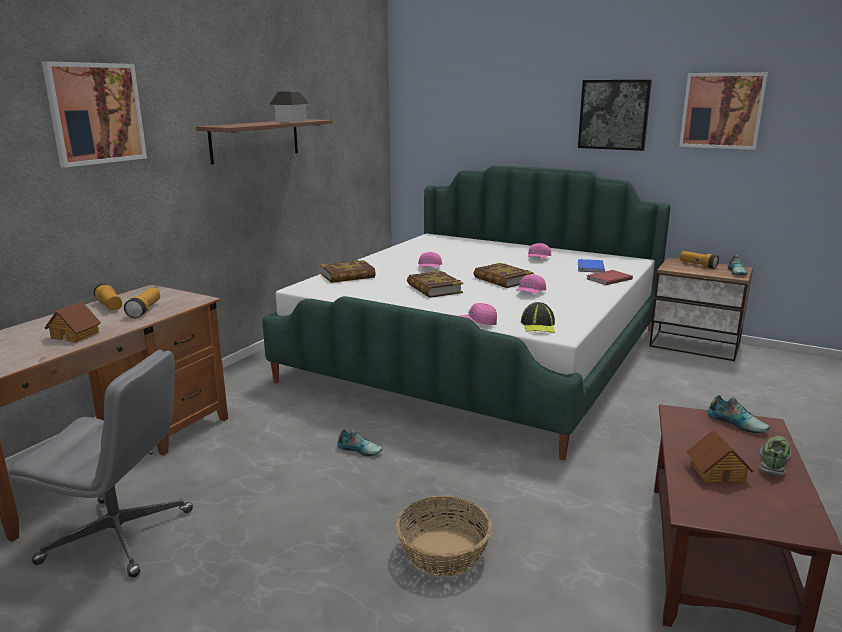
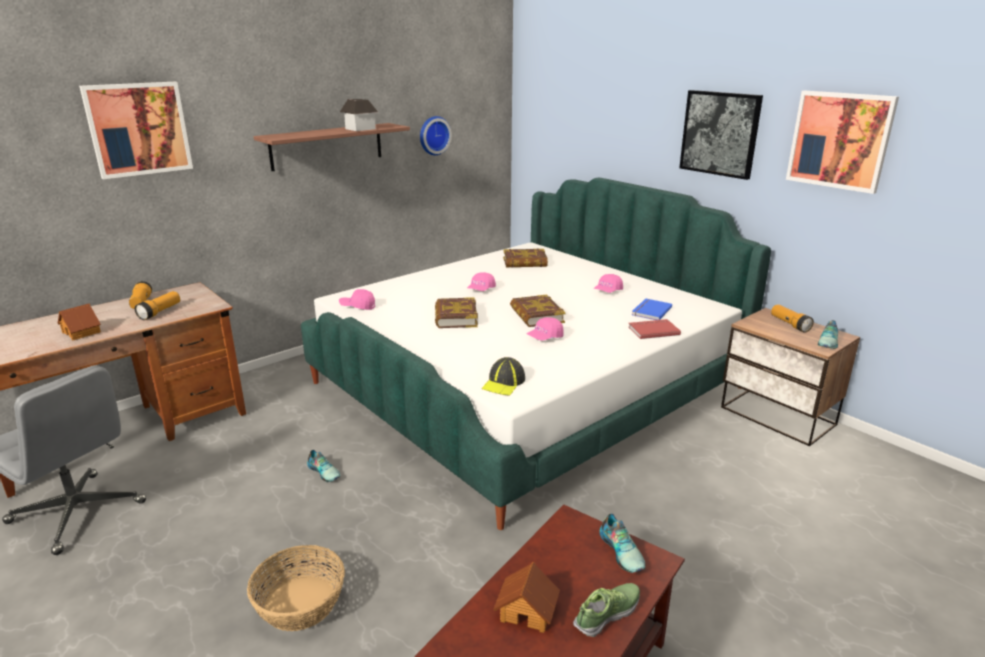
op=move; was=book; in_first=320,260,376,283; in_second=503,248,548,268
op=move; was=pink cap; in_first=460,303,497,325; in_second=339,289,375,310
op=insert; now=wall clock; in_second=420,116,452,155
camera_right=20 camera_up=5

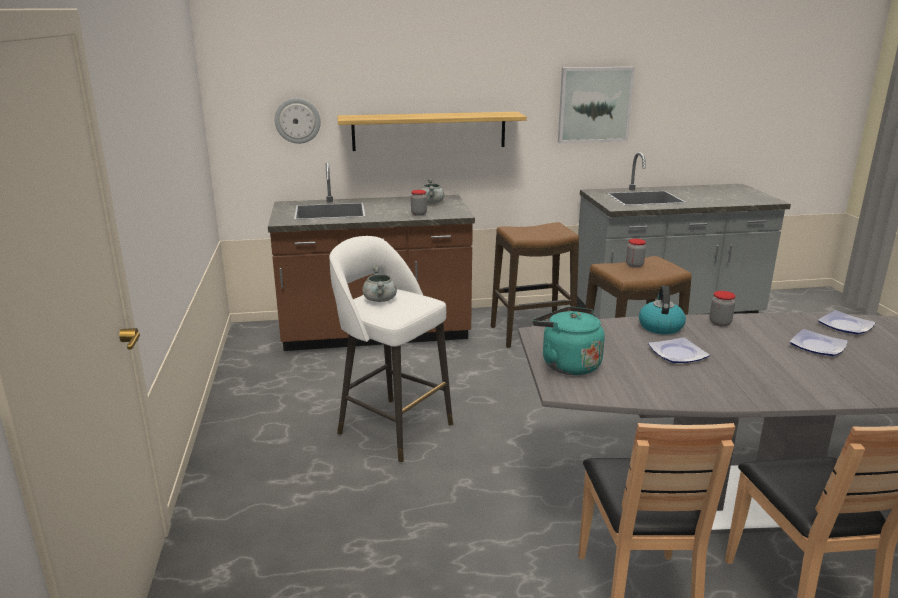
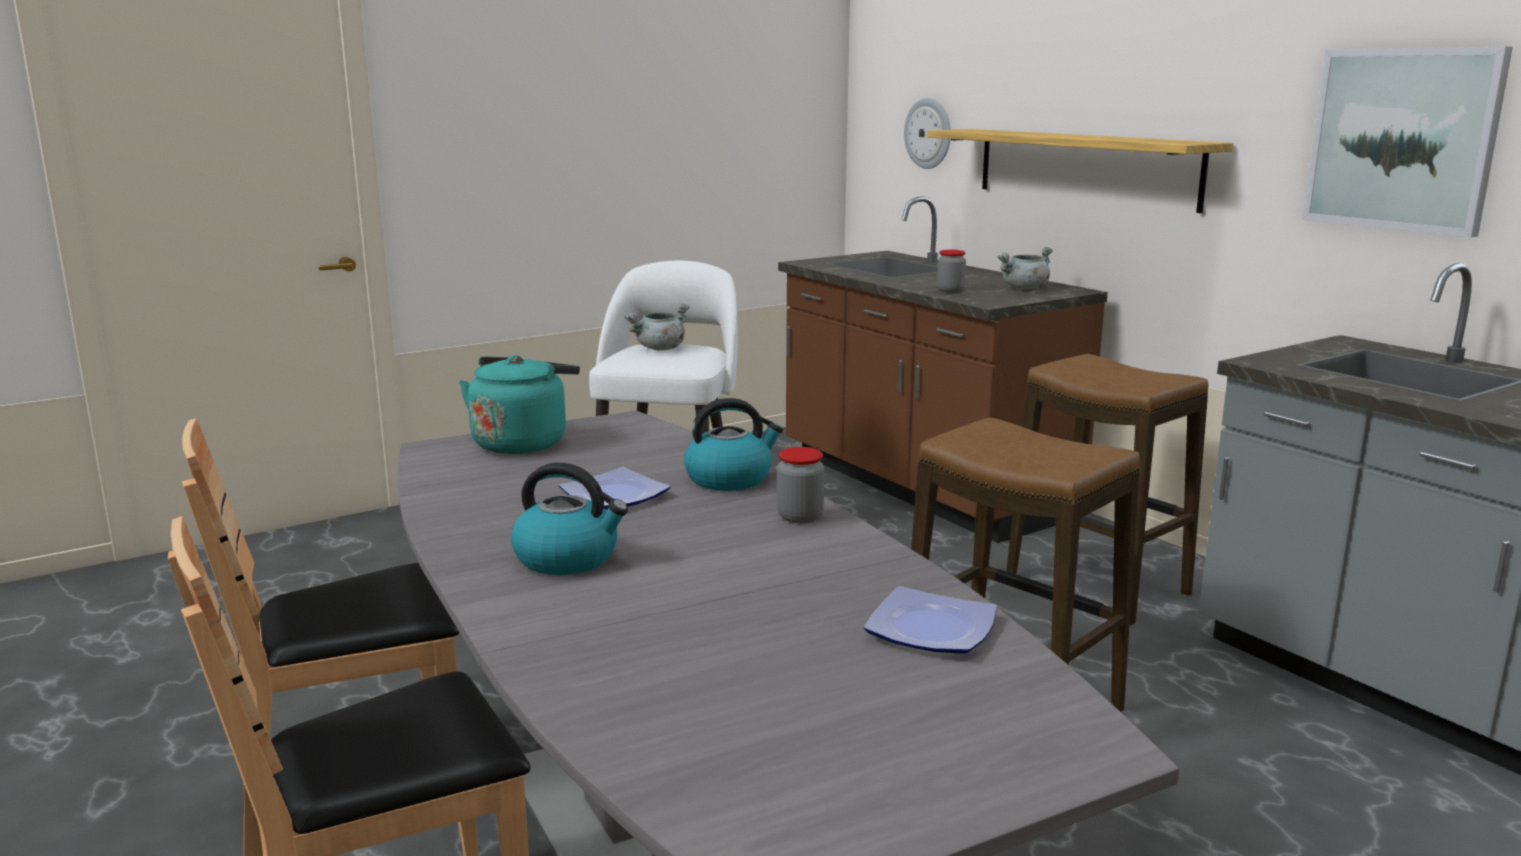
op=delete; was=jar; in_first=626,239,646,268
op=delete; was=plate; in_first=790,329,848,356
op=insert; now=kettle; in_second=511,463,628,575
camera_right=65 camera_up=-5

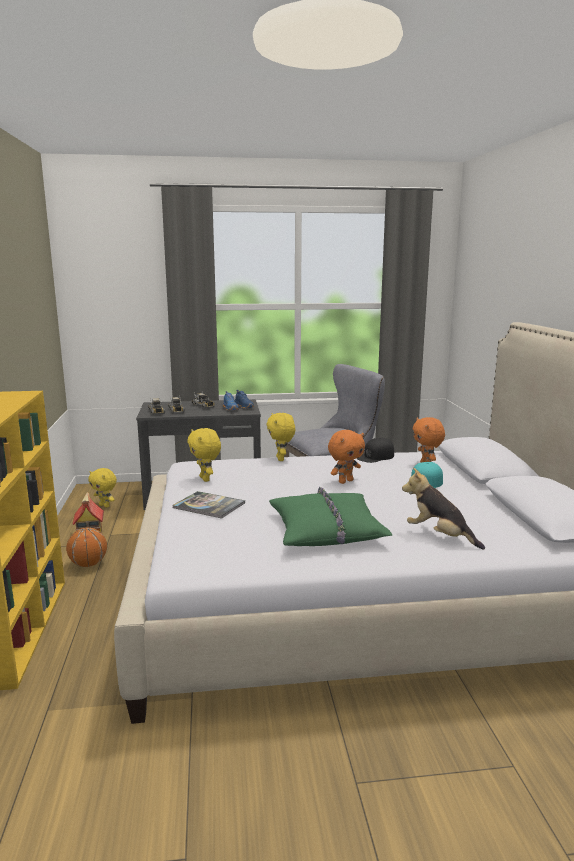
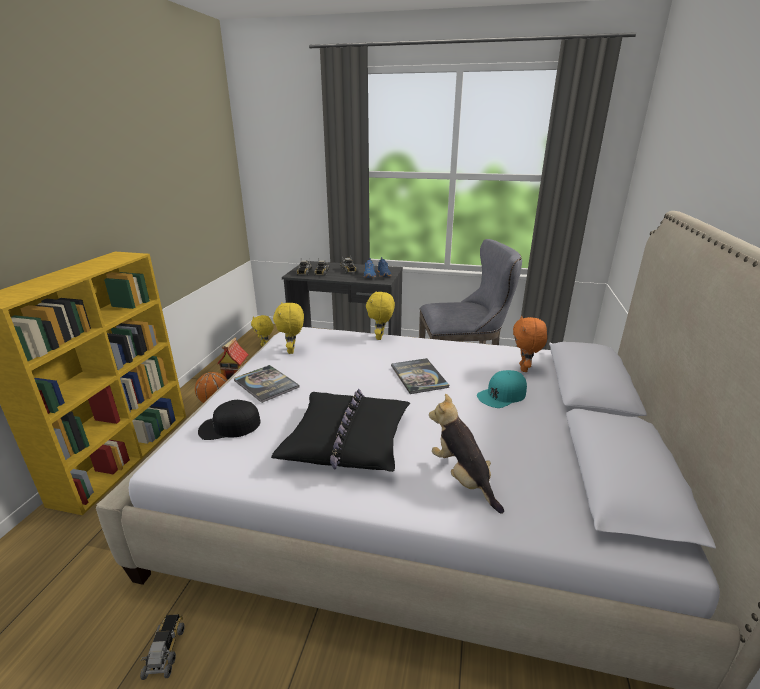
op=recolor; was=green pillow; now=black pillow; in_first=269,487,393,546; in_second=271,389,410,472
op=replace; was=orange plush toy; now=book; in_first=328,430,365,484; in_second=391,358,449,394
op=move; was=black cap; in_first=356,438,394,463; in_second=198,400,261,440
op=insert; now=toy truck; in_second=140,614,185,680
camera_right=20 camera_up=10

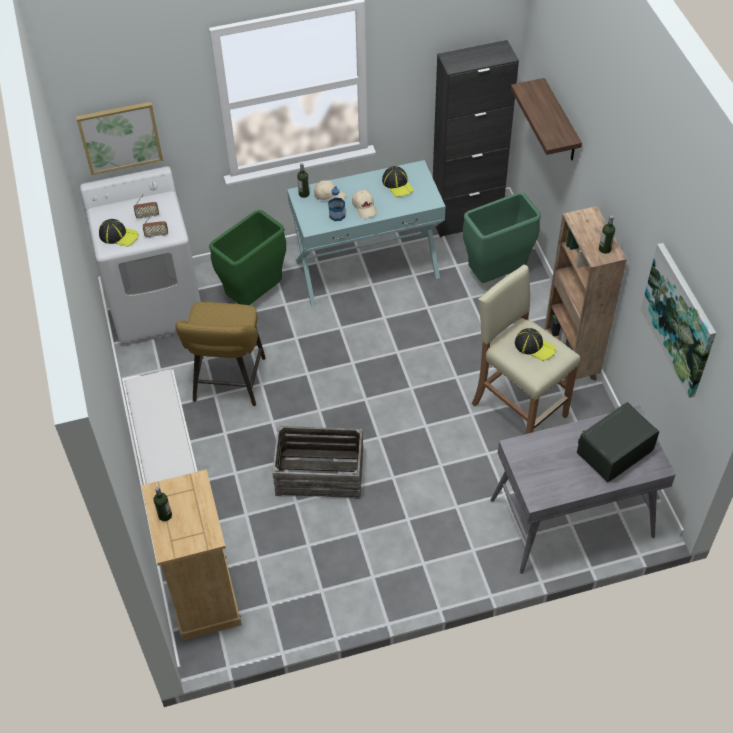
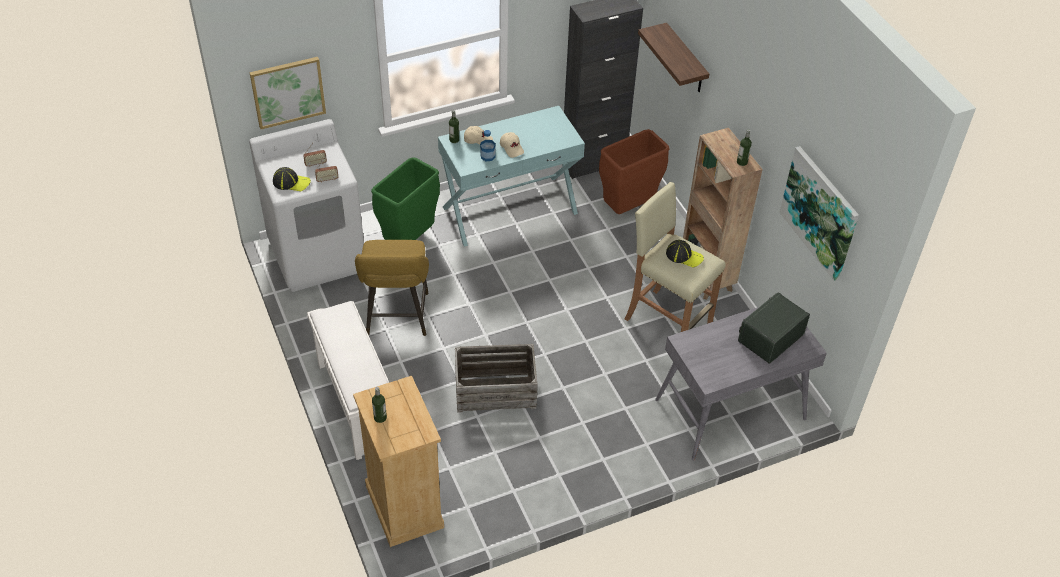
op=delete; was=cap; in_first=382,166,414,197
op=recolor; was=green trash can; now=brown trash can; in_first=463,192,541,283; in_second=599,129,670,214
camera_right=-10 camera_up=-5

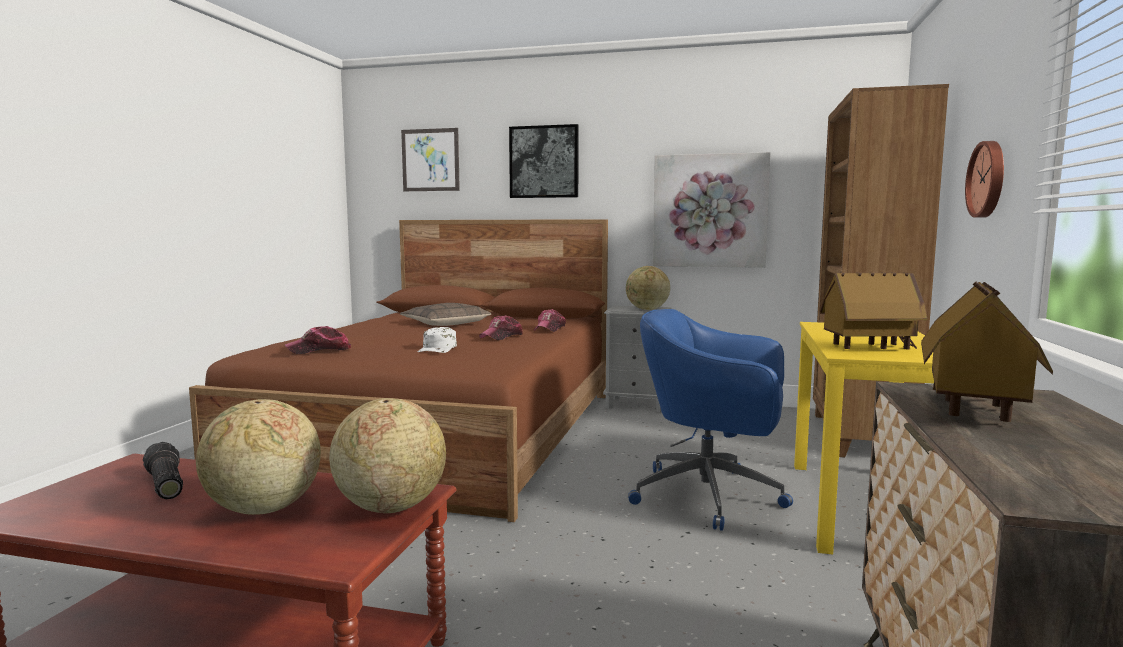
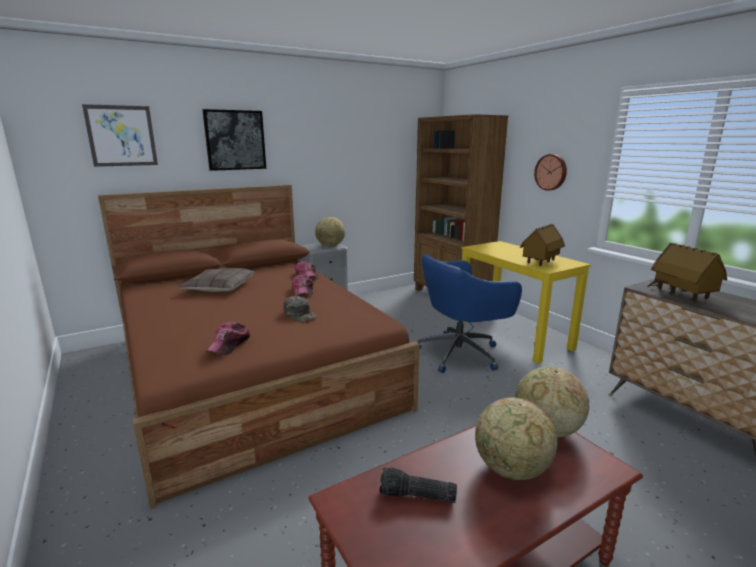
op=recolor; was=white cap; now=green cap; in_first=418,327,457,353; in_second=283,296,317,322
op=delete; was=picture; in_first=653,152,770,268
camera_right=-45 camera_up=10

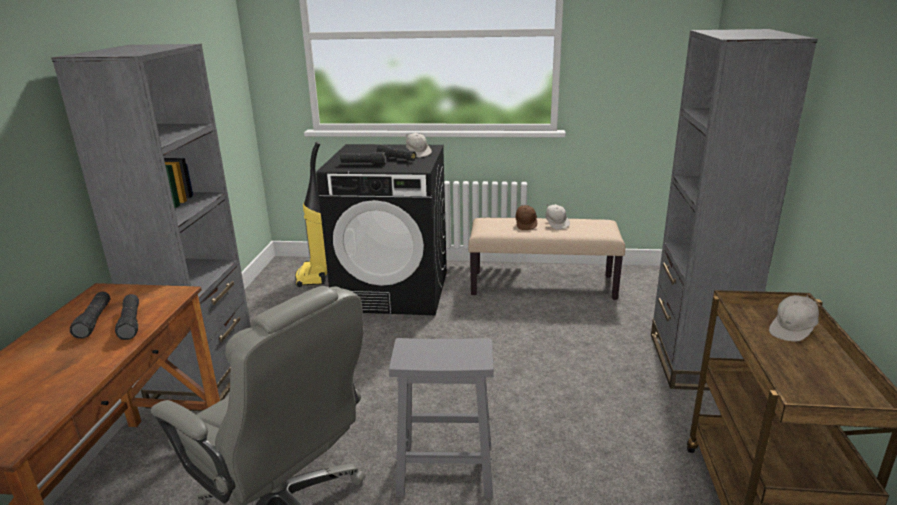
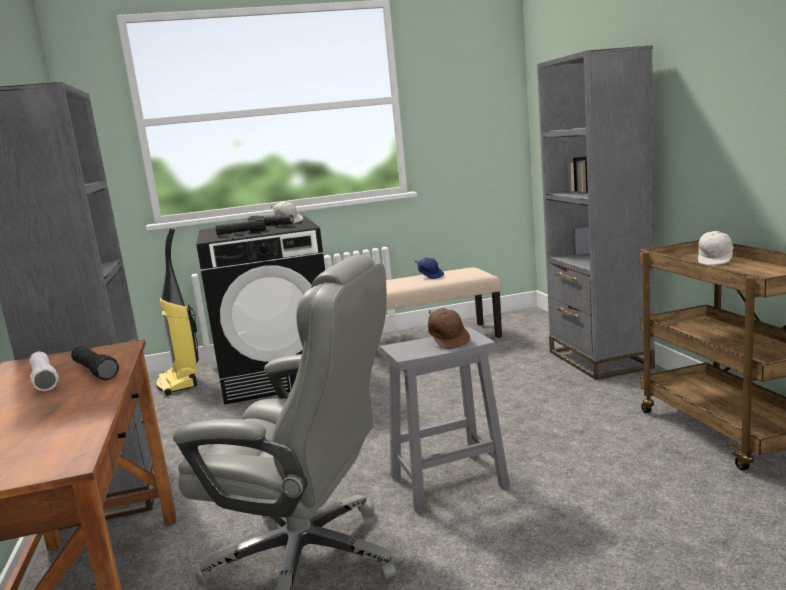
op=recolor; was=black flashlight; now=white flashlight; in_first=70,292,110,338; in_second=29,352,58,391
op=move; was=brown cap; in_first=516,205,537,230; in_second=428,308,470,349
op=recolor; was=white cap; now=blue cap; in_first=546,204,570,230; in_second=415,257,444,279
camera_right=-20 camera_up=-10

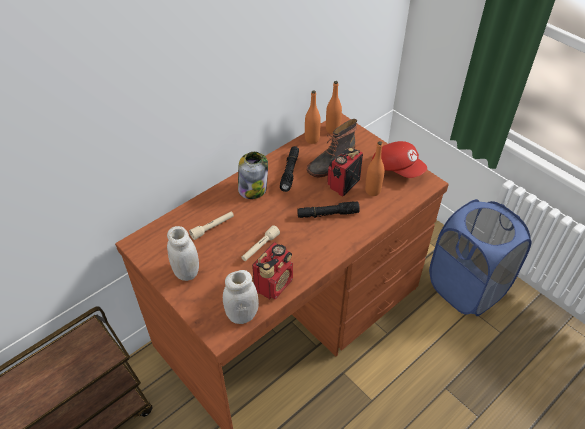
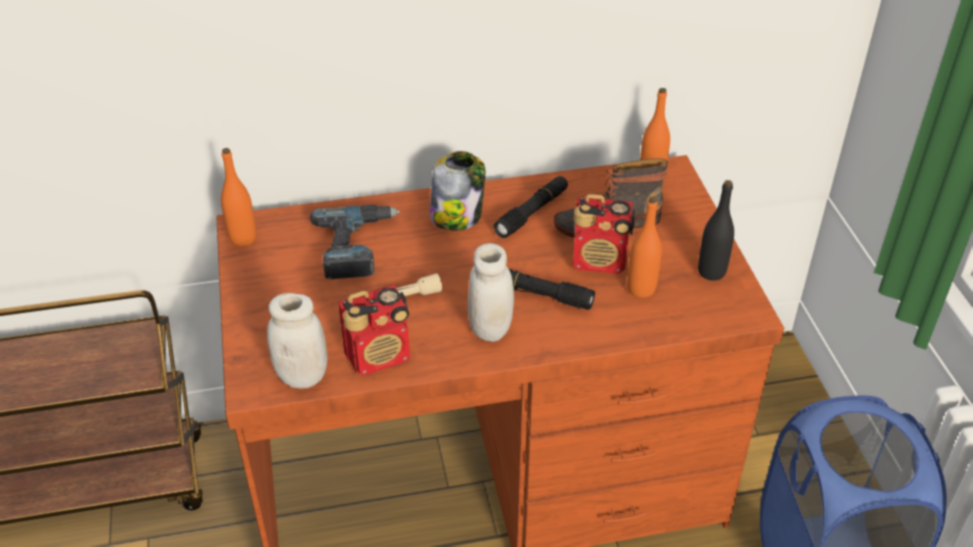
op=move; was=white jar; in_first=167,226,199,281; in_second=468,243,514,342
op=replace; was=beige flashlight; now=power drill; in_first=189,212,234,240; in_second=310,205,400,279
op=move; was=orange bottle; in_first=305,90,321,144; in_second=221,148,257,247
op=rotate; was=radio; in_first=327,147,363,196; in_second=573,194,635,274; clockwise=-150
op=replace; was=red cap; now=black bottle; in_first=372,141,427,178; in_second=698,180,734,281
camera_right=30 camera_up=-5

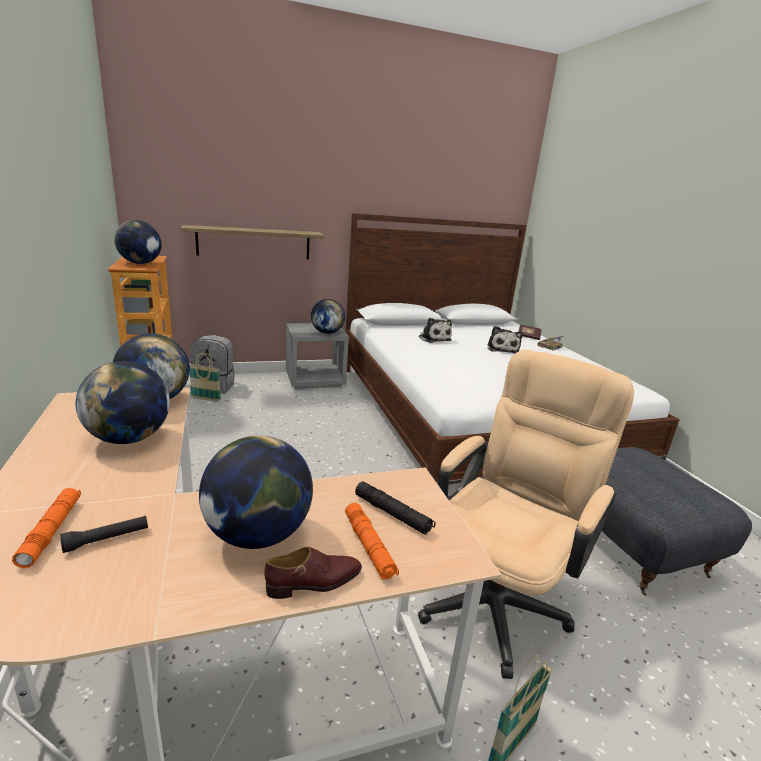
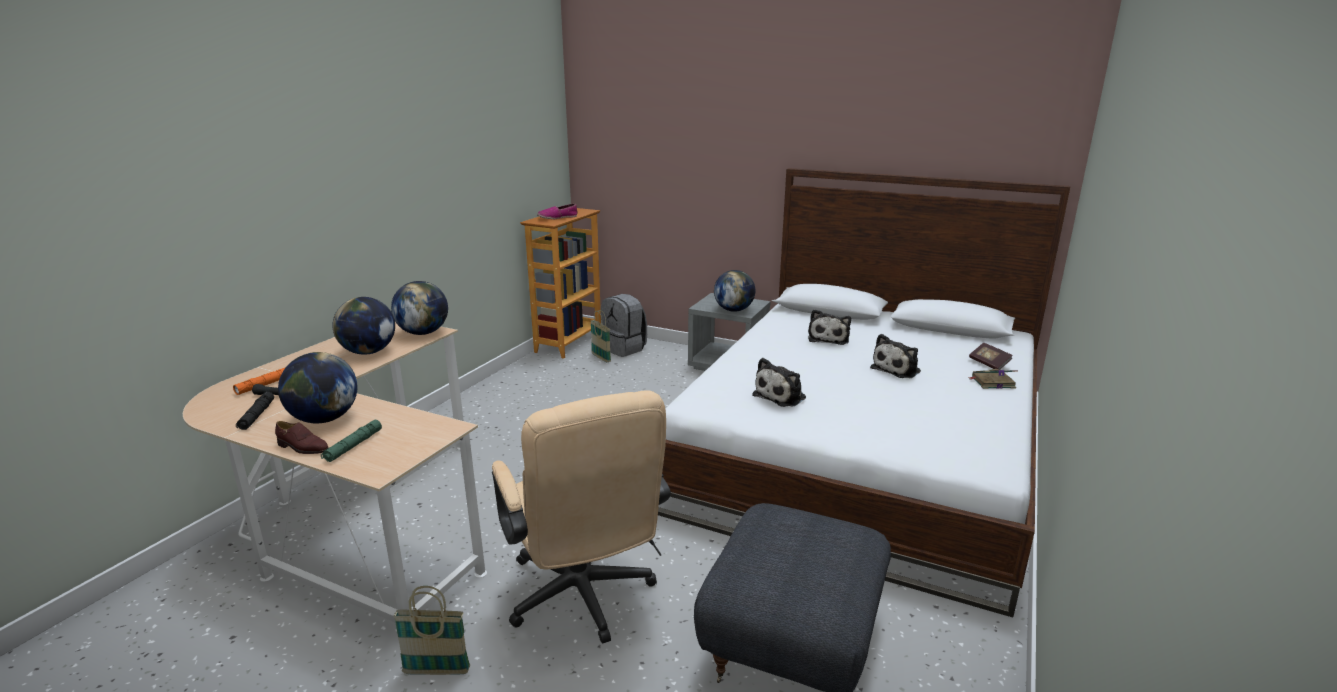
op=replace; was=globe; now=shoe; in_first=114,220,162,264; in_second=537,203,578,219
op=delete; was=shelf; in_first=181,225,325,260
op=recolor; was=orange flashlight; now=green flashlight; in_first=345,503,399,580; in_second=321,420,382,462
op=move; was=black flashlight; in_first=355,481,435,535; in_second=236,392,274,430
op=rotate; was=beige office chair; in_first=418,350,634,679; in_second=492,390,671,644; clockwise=75
op=insert; now=plush toy; in_second=752,358,806,407
camera_right=45 camera_up=0

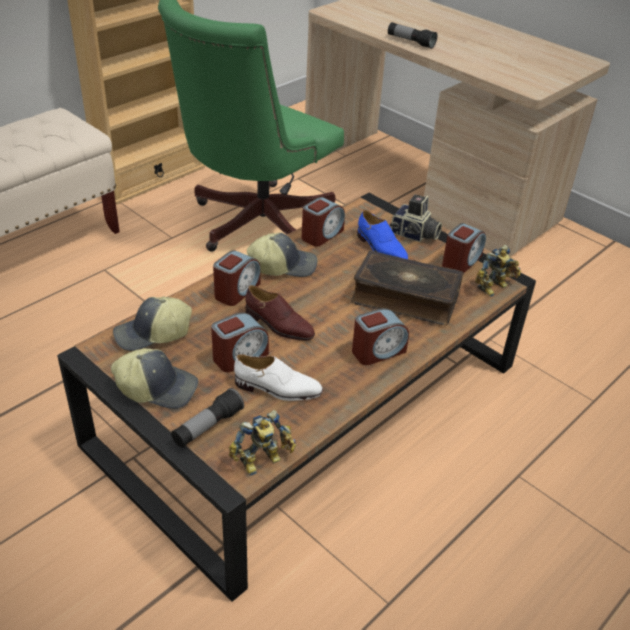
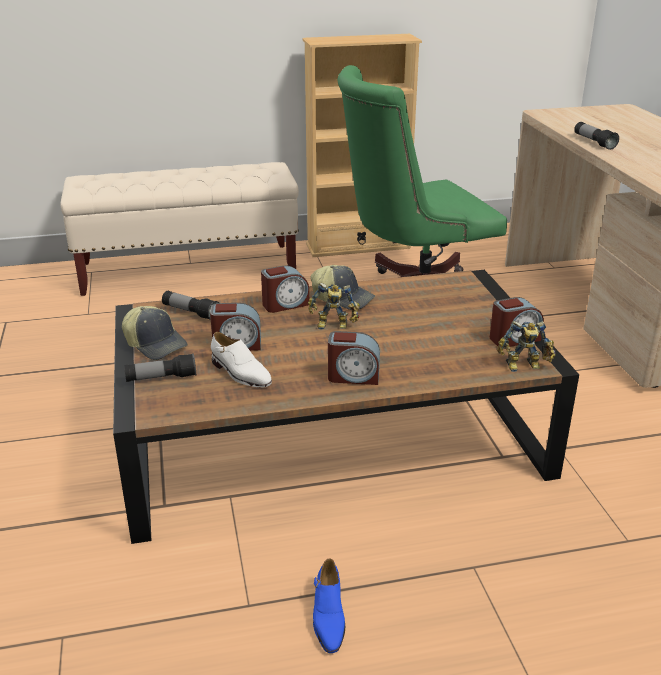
op=replace; was=cap; now=flashlight; in_first=113,296,192,351; in_second=162,291,219,320
op=move; was=toy robot; in_first=229,410,296,476; in_second=308,282,360,329
op=delete; was=brown shoe; in_first=245,285,315,341
op=delete; was=alarm clock; in_first=302,197,345,247
op=delete; was=book; in_first=351,250,464,326
op=move; was=blue shoe; in_first=357,210,408,259; in_second=313,558,345,653
op=delete; was=photo camera; in_first=390,195,442,242
camera_right=35 camera_up=-10

